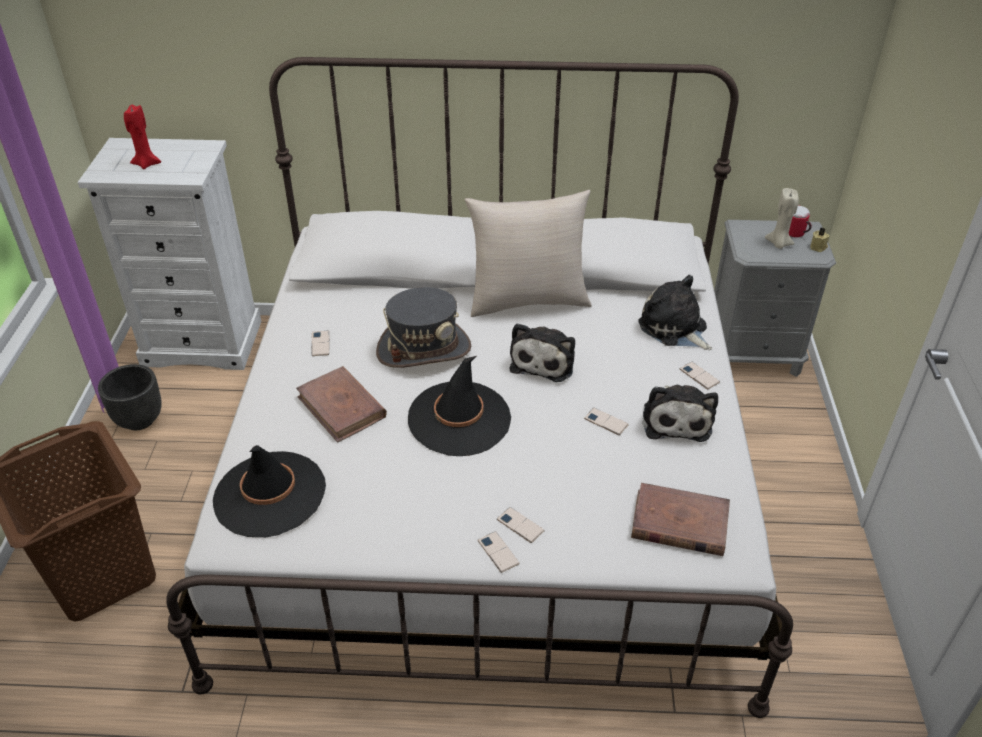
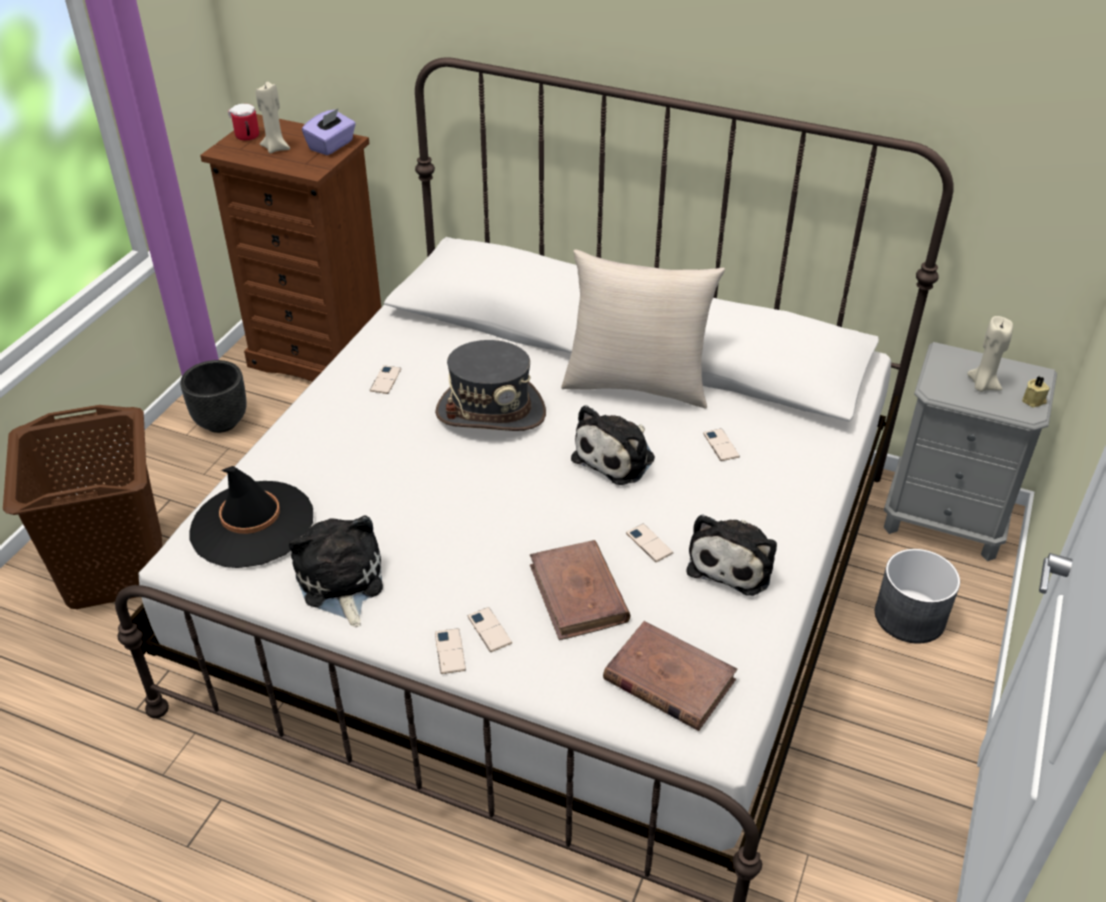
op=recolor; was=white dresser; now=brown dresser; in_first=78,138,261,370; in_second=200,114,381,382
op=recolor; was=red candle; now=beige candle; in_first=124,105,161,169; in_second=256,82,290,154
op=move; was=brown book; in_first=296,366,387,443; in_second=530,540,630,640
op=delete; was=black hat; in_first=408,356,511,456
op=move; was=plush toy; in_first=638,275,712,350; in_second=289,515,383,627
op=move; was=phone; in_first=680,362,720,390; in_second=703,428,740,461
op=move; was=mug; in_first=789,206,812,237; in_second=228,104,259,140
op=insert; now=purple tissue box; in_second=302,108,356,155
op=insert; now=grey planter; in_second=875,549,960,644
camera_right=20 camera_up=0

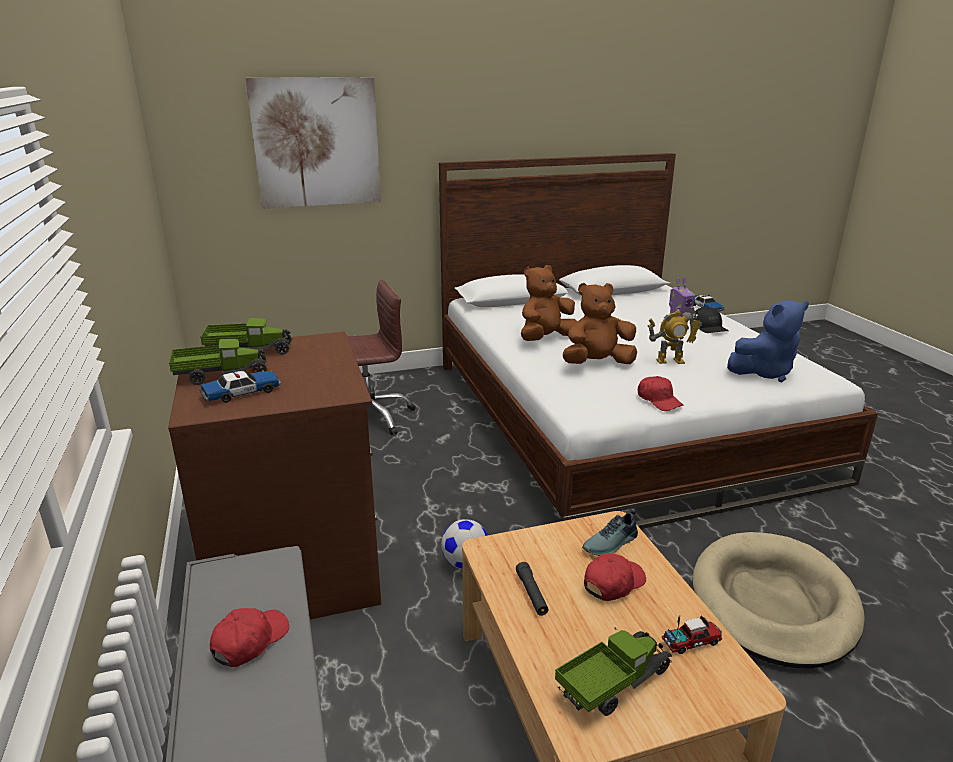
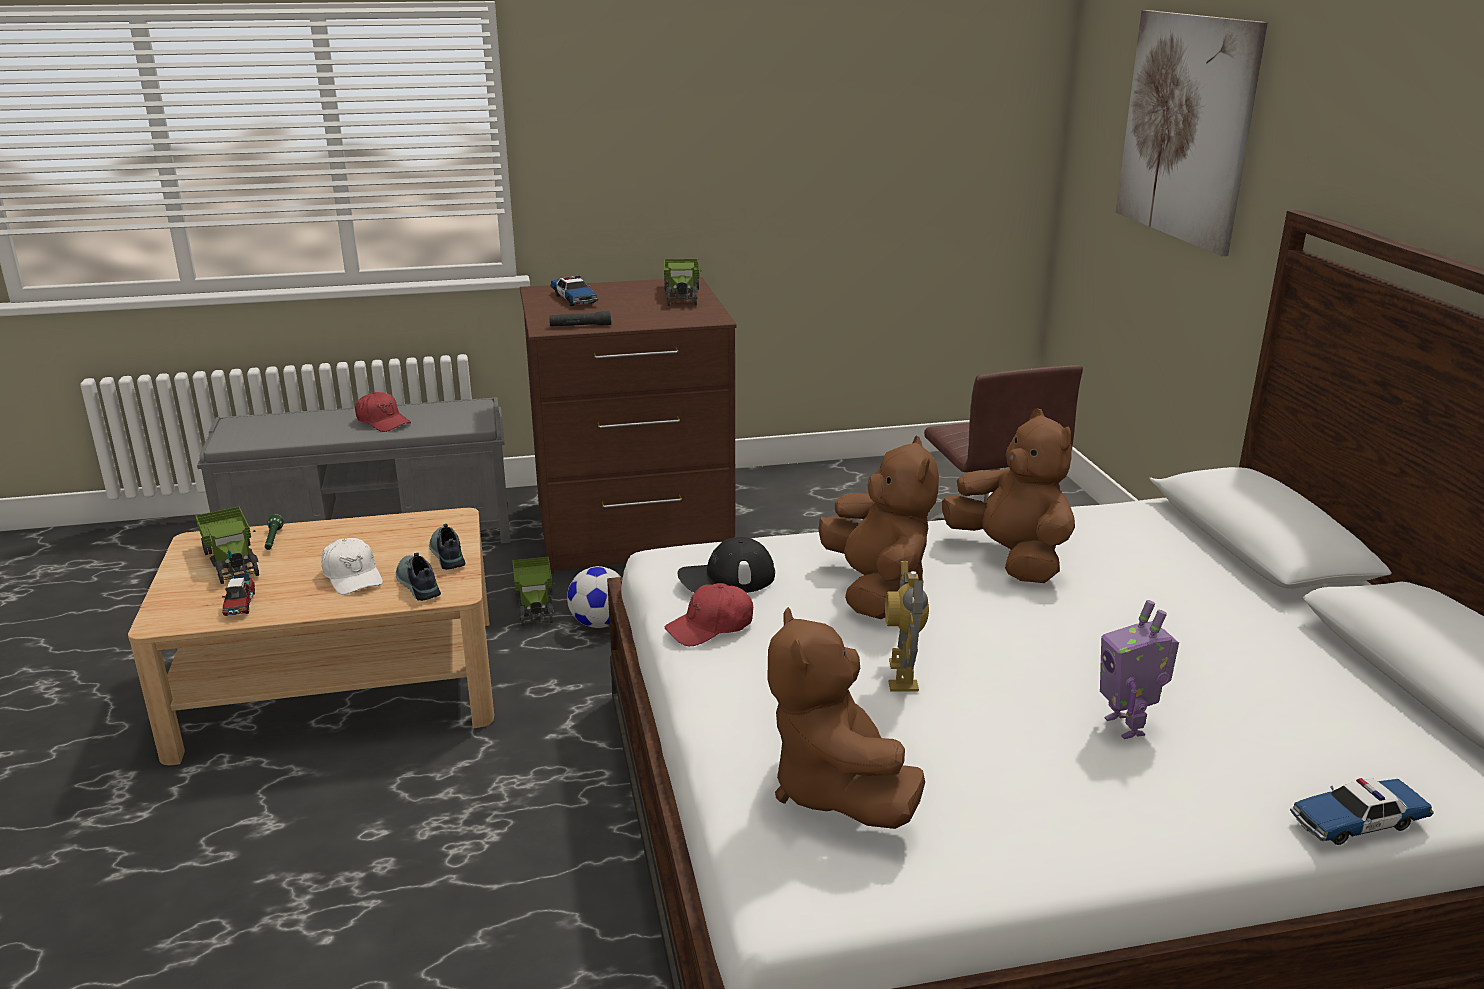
op=move; was=toy truck; in_first=169,339,268,385; in_second=512,557,556,626
op=move; was=black flashlight; in_first=516,562,549,616; in_second=549,311,611,326
op=recolor; was=red cap; now=white cap; in_first=584,553,646,601; in_second=322,538,383,595
op=move; was=black cap; in_first=693,307,729,333; in_second=678,537,775,593
op=delete; was=beige dog bed; in_first=693,532,865,668
op=recolor; was=blue plush toy; now=brown plush toy; in_first=727,300,809,382; in_second=767,607,925,829
op=insert; now=green flashlight; in_second=265,514,284,550
op=insert; now=shoe; in_second=429,524,465,570
camera_right=95 camera_up=0

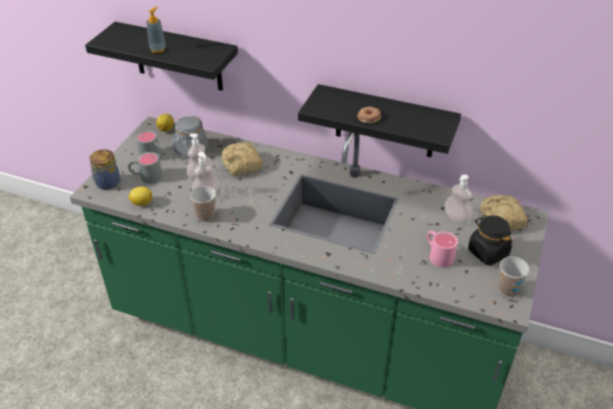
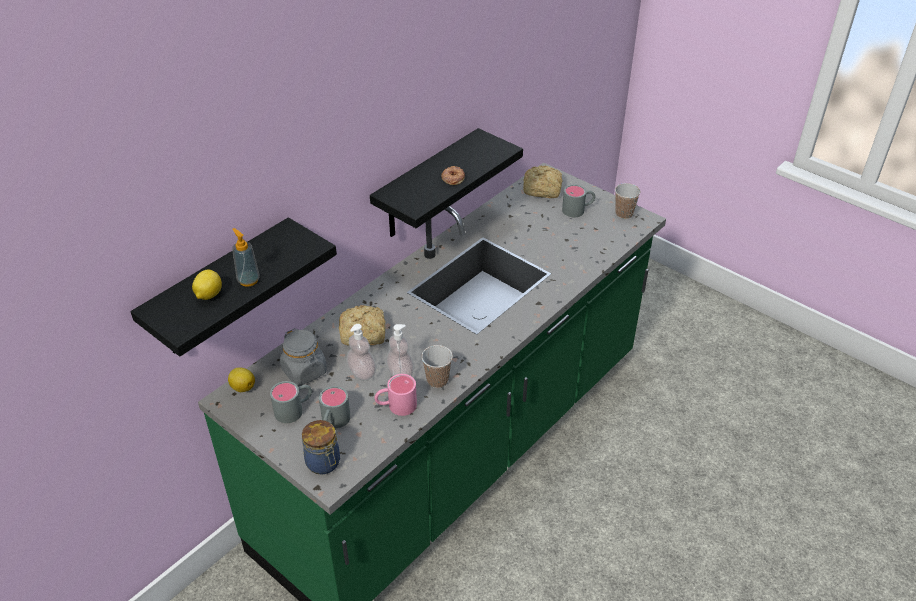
op=move; was=lemon; in_first=128,186,152,206; in_second=192,270,222,300
op=move; was=pink mug; in_first=427,231,458,267; in_second=374,374,417,416
op=delete; was=soap dispenser; in_first=445,174,472,224
op=replace; was=black jar; now=grey mug; in_first=468,215,512,265; in_second=562,185,595,217
camera_right=-70 camera_up=0

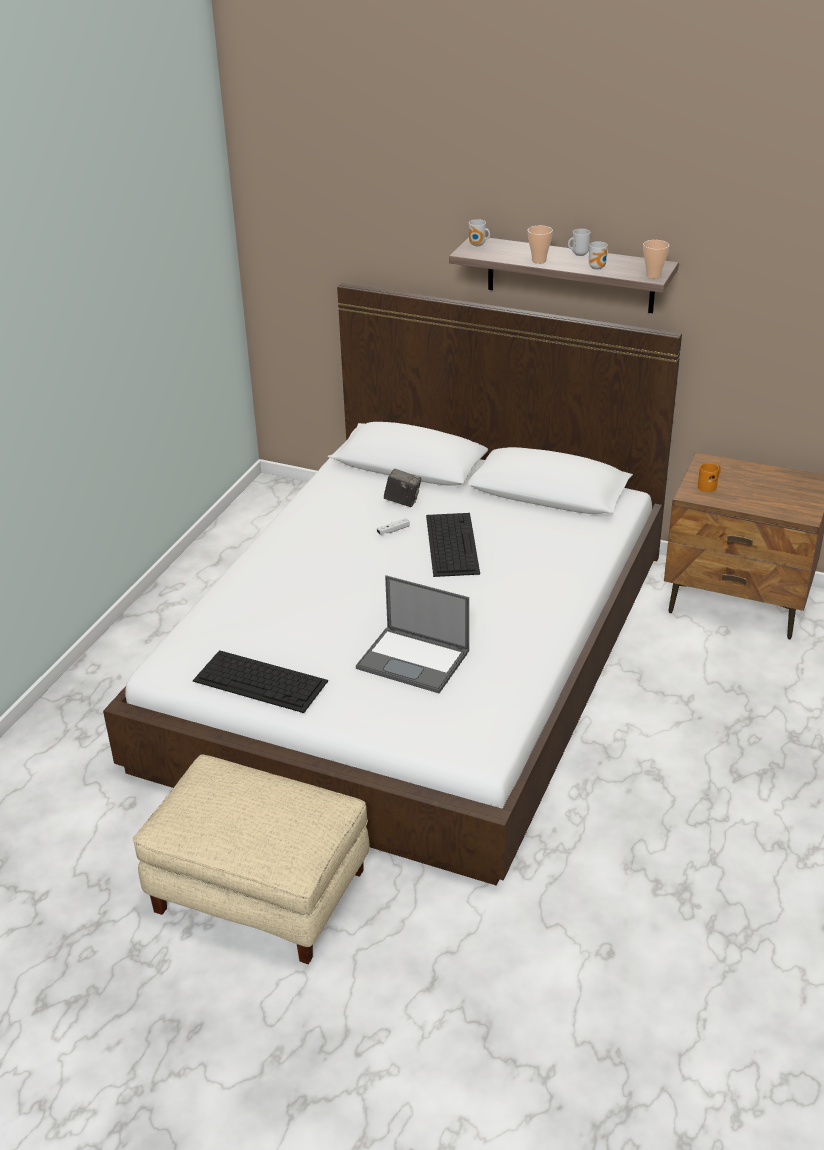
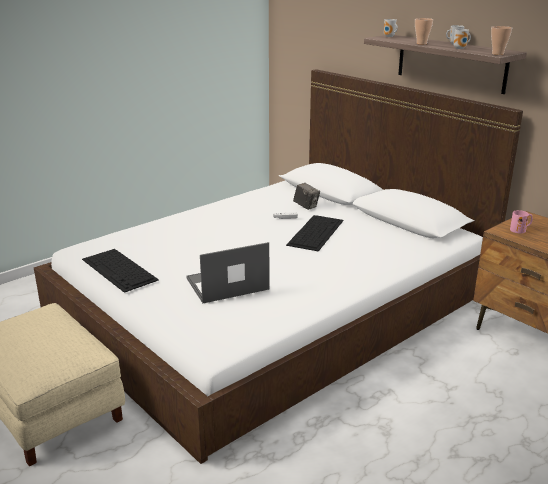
op=rotate; was=laptop; in_first=356,575,469,693; in_second=186,242,269,303; clockwise=105
op=recolor; was=orange mug; now=pink mug; in_first=698,463,721,492; in_second=510,210,533,233
camera_right=25 camera_up=-10

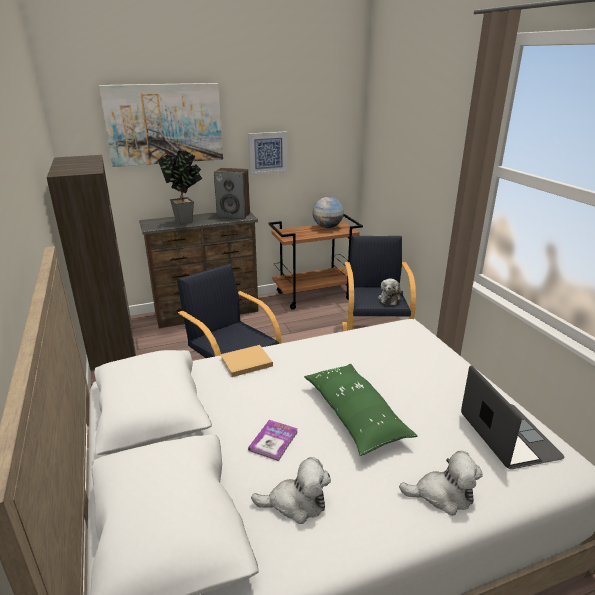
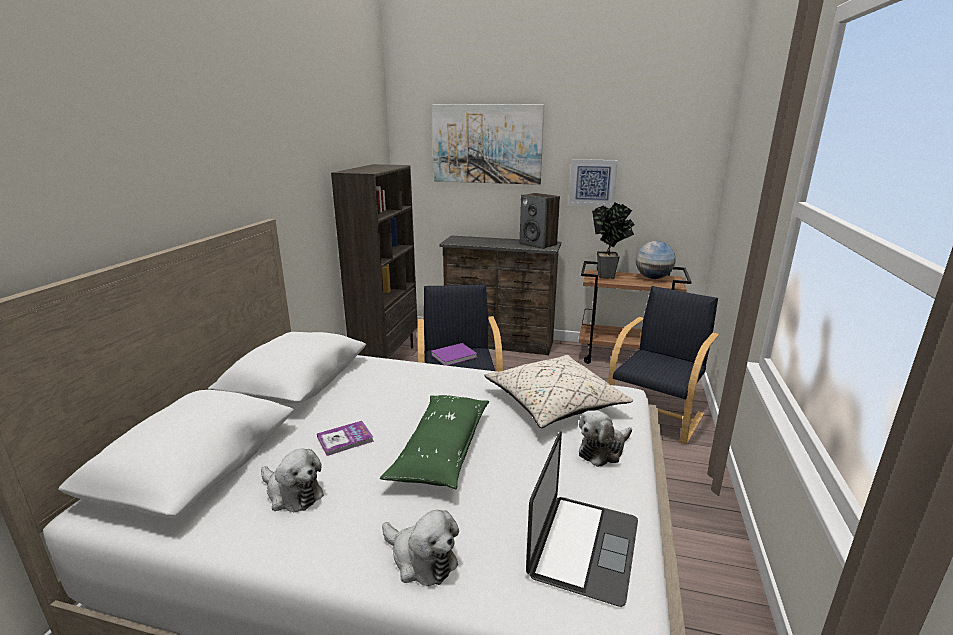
op=move; was=potted plant; in_first=158,150,202,224; in_second=592,202,635,279
op=delete; was=beige book; in_first=220,345,273,377
op=move; was=plush toy; in_first=378,279,403,305; in_second=579,410,632,467
op=insert; now=purple book; in_second=431,343,477,366
op=insert; now=beige pillow; in_second=484,355,633,428
camera_right=35 camera_up=-5

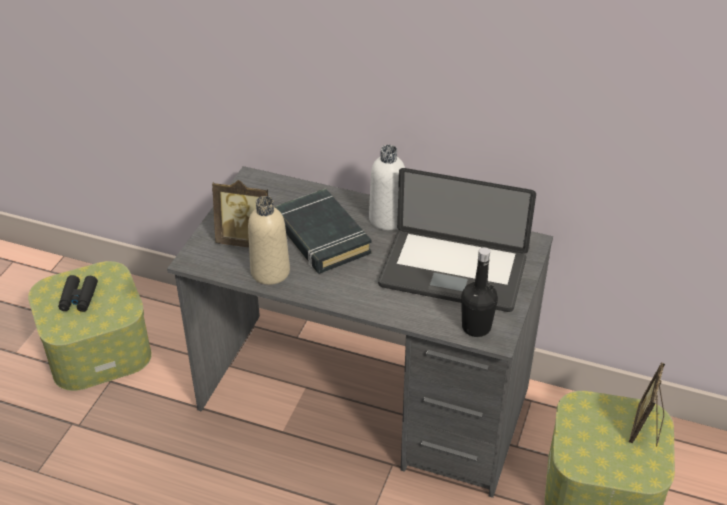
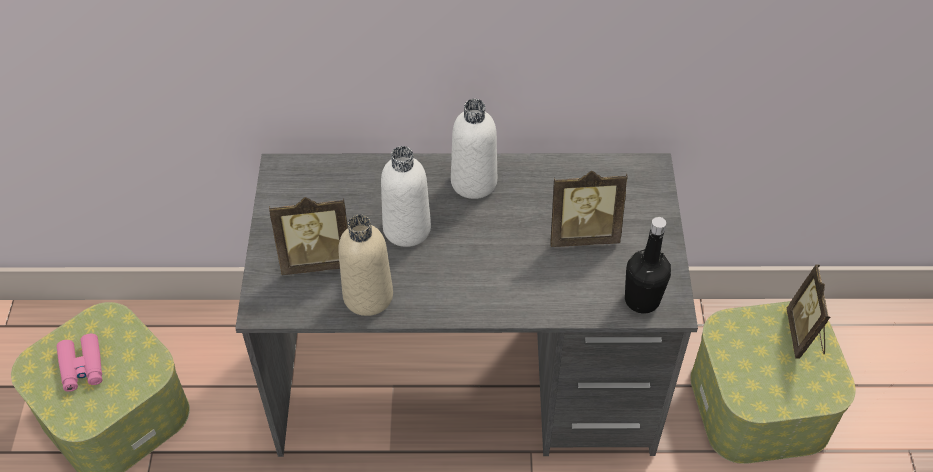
op=recolor; was=black binoculars; now=pink binoculars; in_first=58,275,98,312; in_second=57,334,102,392
op=replace; was=black book; now=white bottle; in_first=274,188,372,274; in_second=381,146,431,247
op=replace; was=laptop; now=picture frame; in_first=378,168,536,312; in_second=550,171,628,247
camera_right=-20 camera_up=10

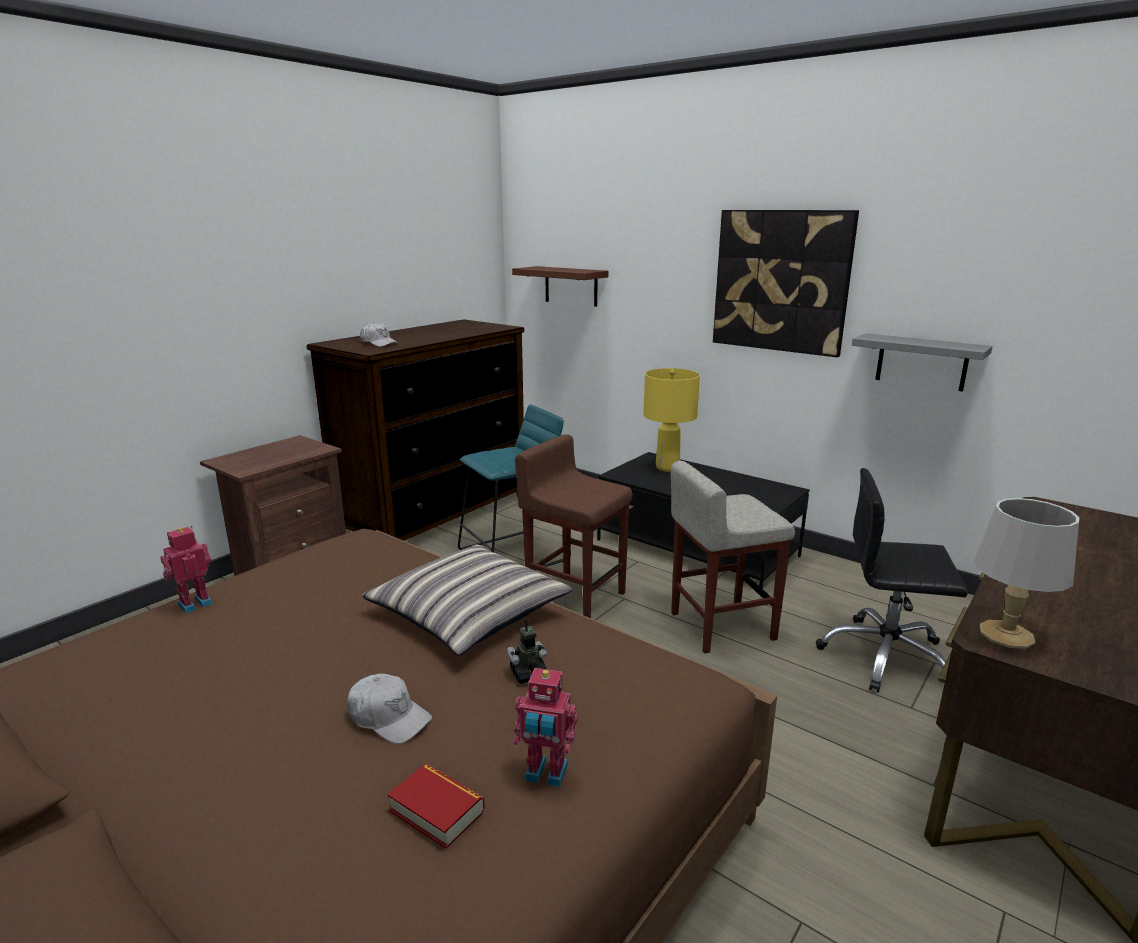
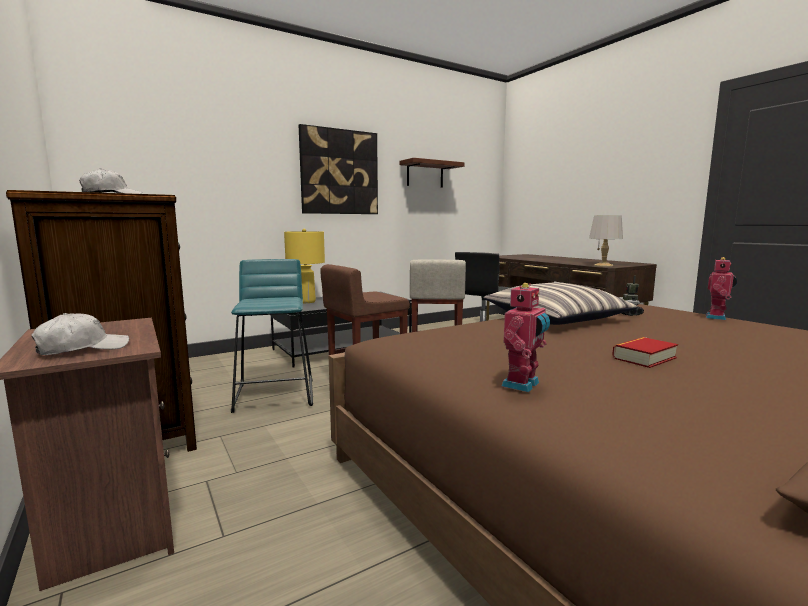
op=rotate; was=toy robot; in_first=161,526,213,613; in_second=502,283,550,392; clockwise=-120
op=move; was=white cap; in_first=347,674,432,744; in_second=32,313,129,355
op=move; was=book; in_first=387,764,485,849; in_second=612,337,678,368
op=move; was=brown shelf; in_first=512,266,608,307; in_second=400,158,465,188
op=delete; was=grey shelf; in_first=852,333,993,392
camera_right=-70 camera_up=-10

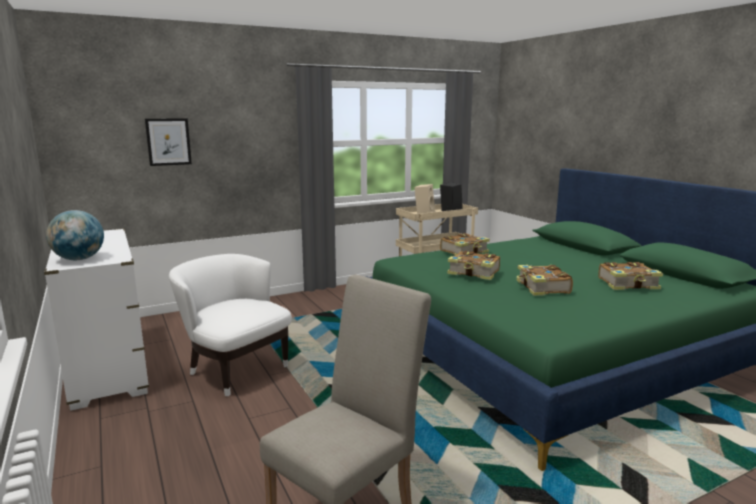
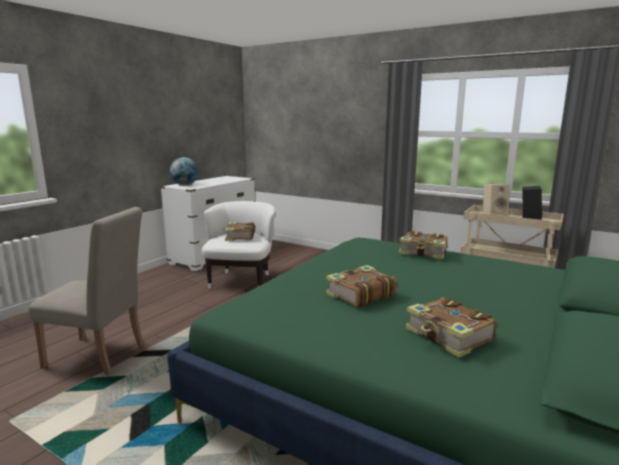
op=delete; was=picture; in_first=145,118,192,166
op=move; was=book; in_first=447,251,500,280; in_second=221,222,255,241
camera_right=60 camera_up=0

